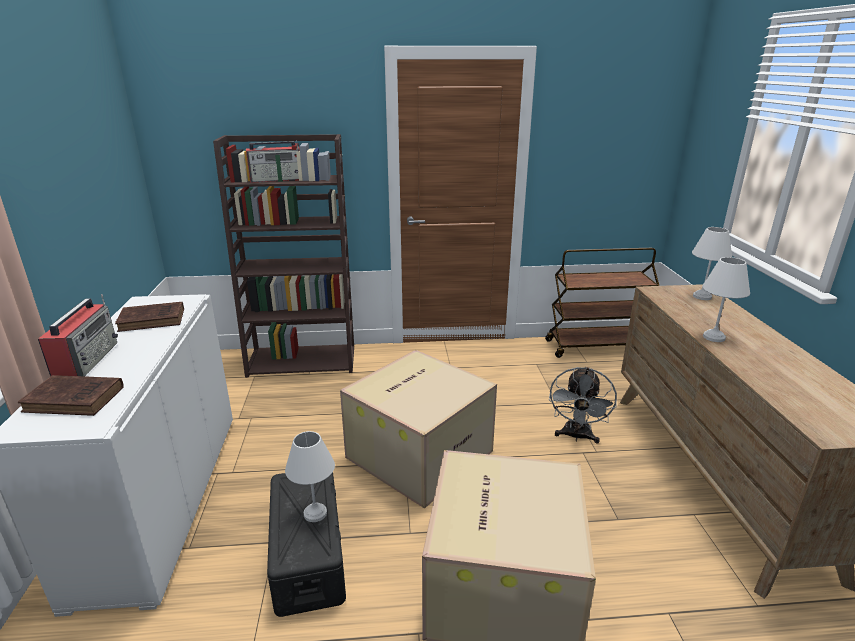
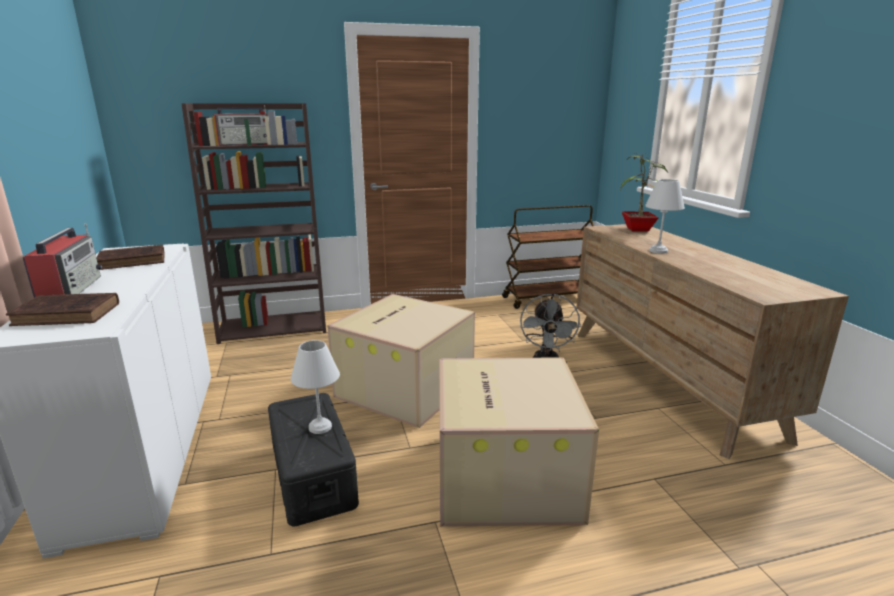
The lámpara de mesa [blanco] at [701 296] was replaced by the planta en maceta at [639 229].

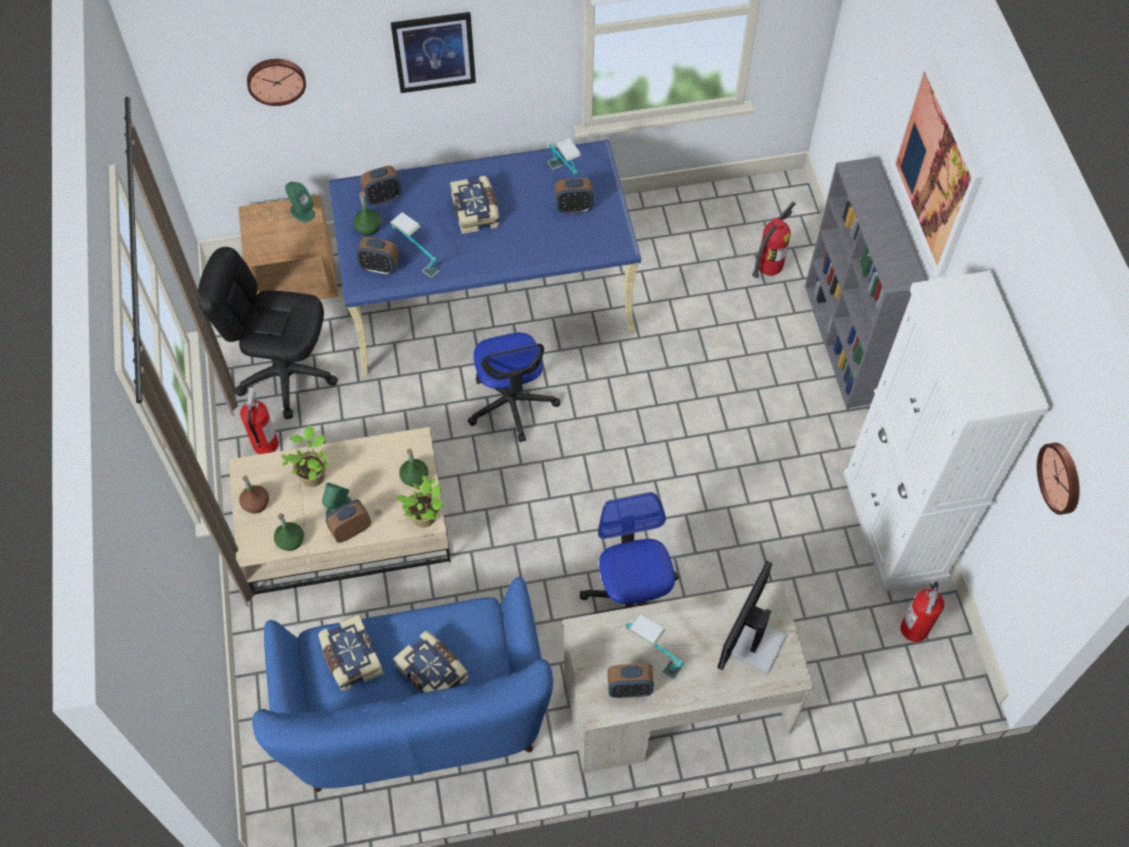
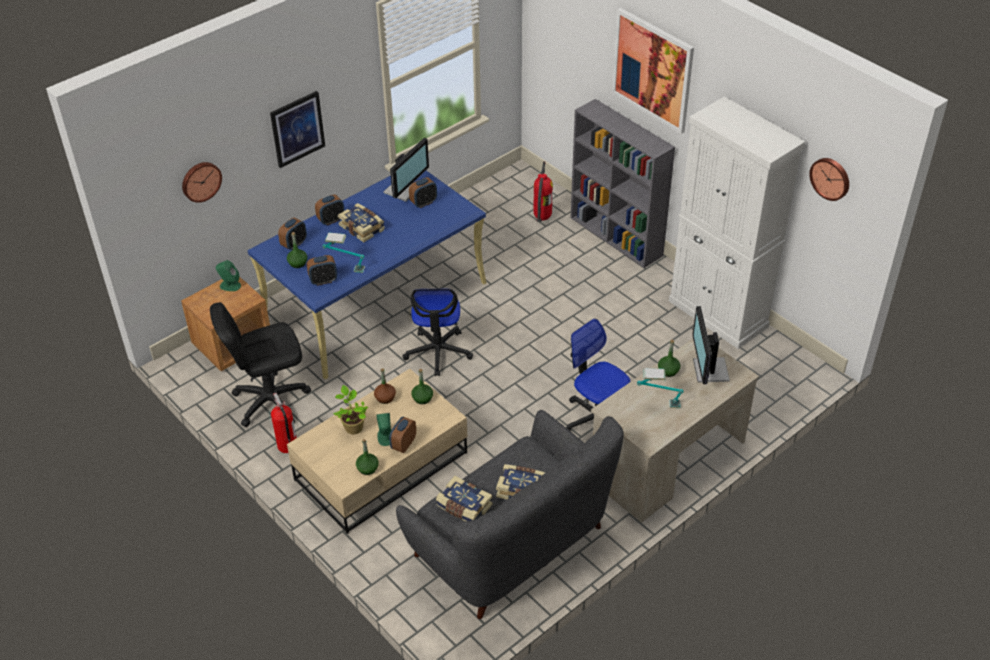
The lámpara de mesa at [563 177] was replaced by the monitor at [404 190]. The silla de oficina at [511 404] turned 45 degrees clockwise. The botella [marrón] moved from [256 503] to [385 398]. The planta en maceta at [425 518] disappeared. The sofá [azul] at [416 715] became the sofá [gris] at [512 545]. The extintor at [914 629] disappeared. The despertador moved from [629 689] to [331 220]. The botella [verde] at [668 371] appeared.

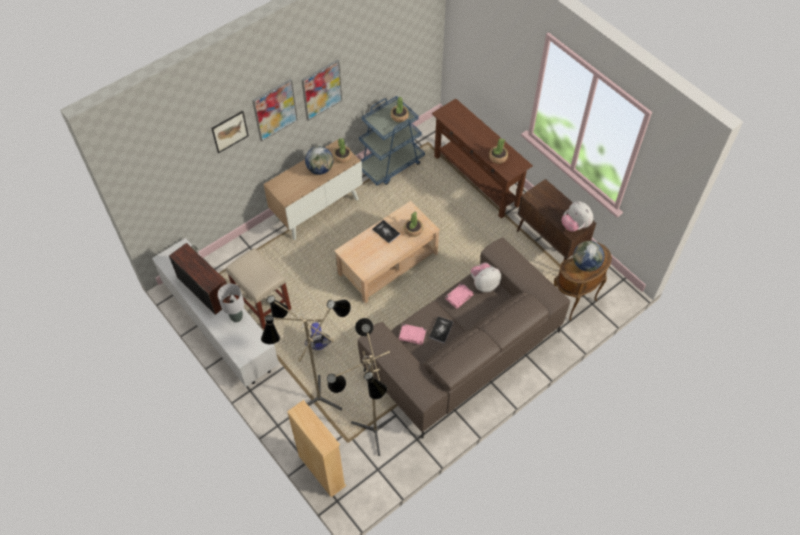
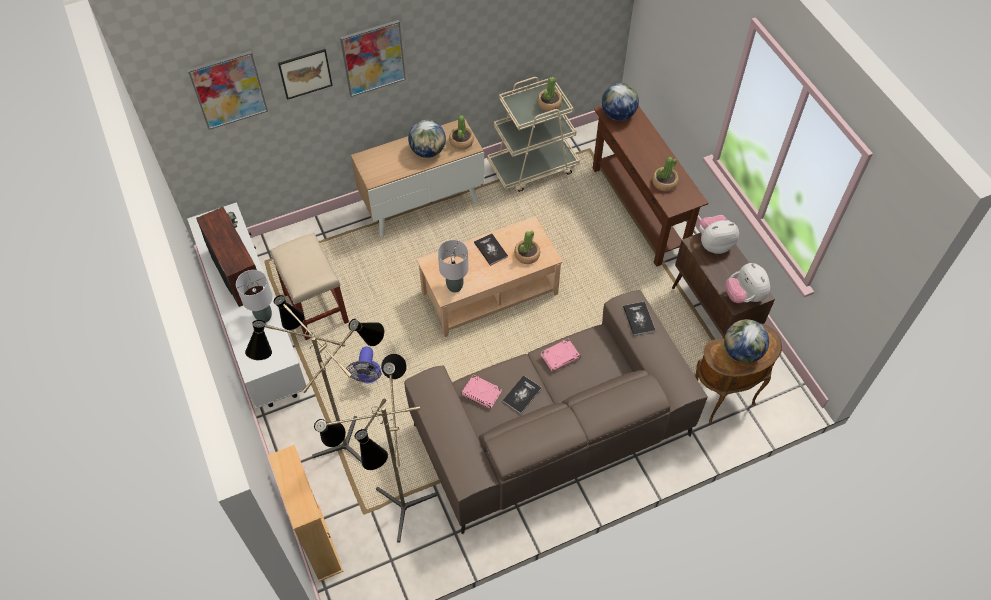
The cuadro moved from [321 89] to [228 90]. The carrito [azul] at [390 164] became the carrito [beis] at [533 167]. The peluche moved from [484 284] to [714 244]. The globo terráqueo at [618 114] appeared. The lámpara de mesa [gris] at [455 287] appeared. The libro at [638 319] appeared.

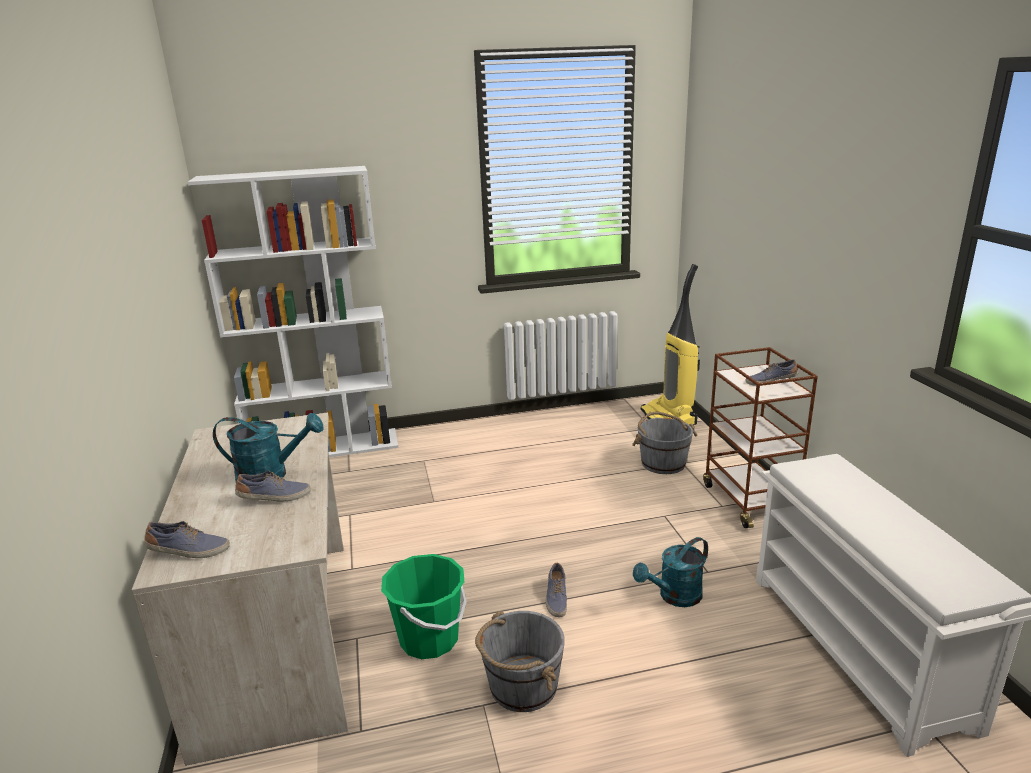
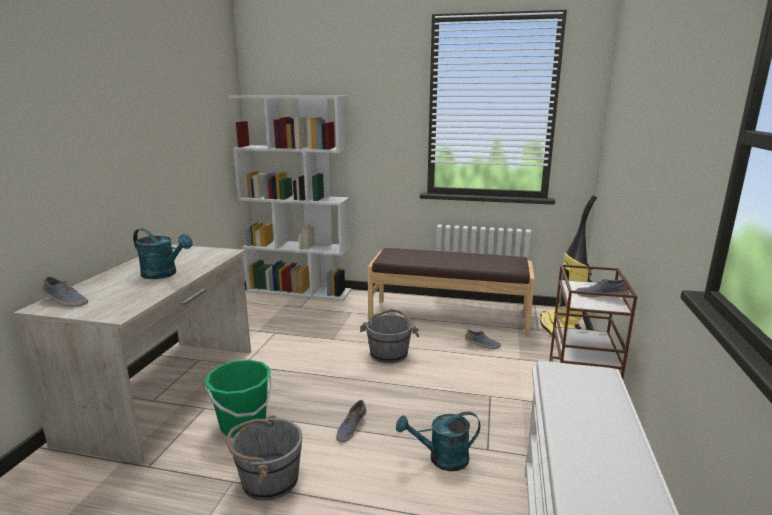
The cubo [gris] moved from [663 463] to [389 353]. The zapato moved from [274 498] to [482 346]. The banco [marrón] at [448 316] appeared.

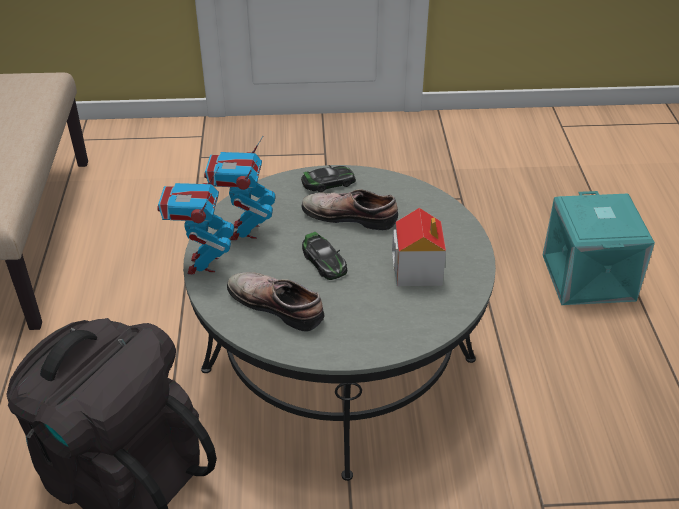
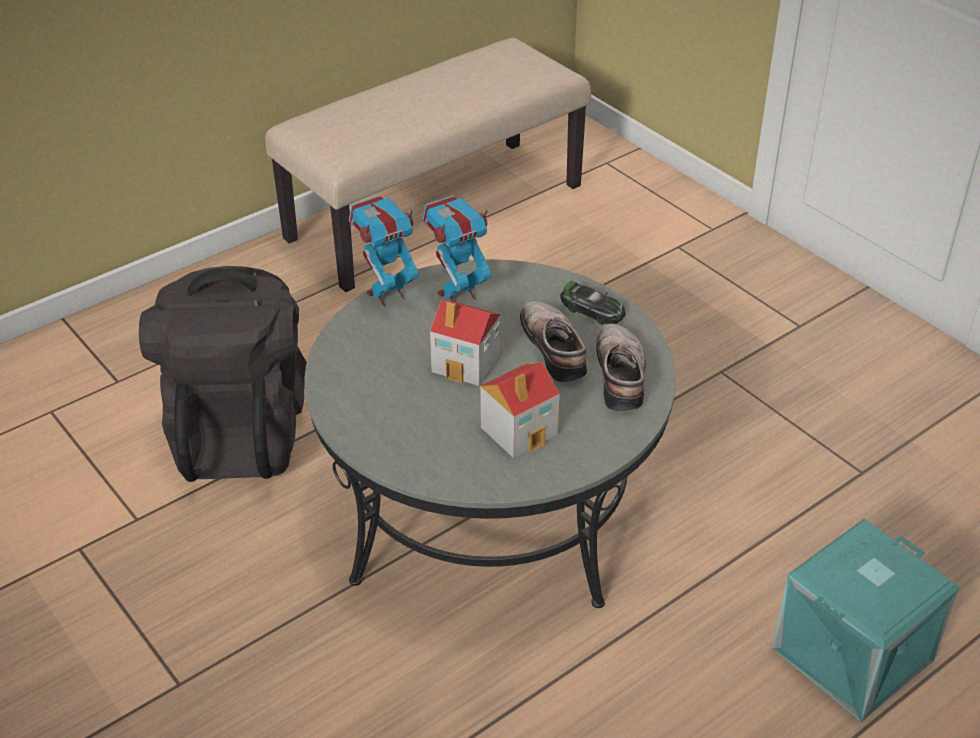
The coche de juguete at [324 261] was replaced by the casita at [467 363]. The zapato moved from [278 304] to [623 375].

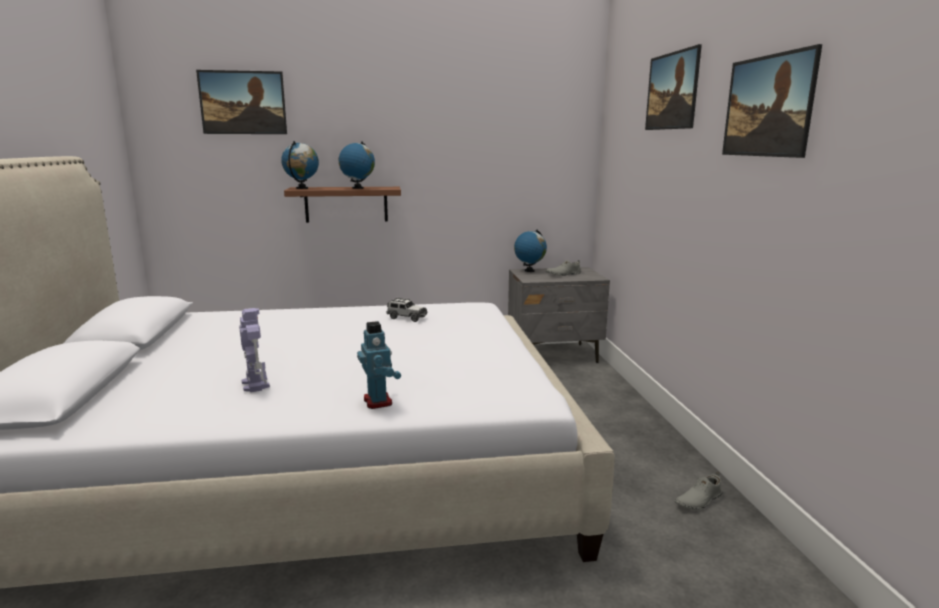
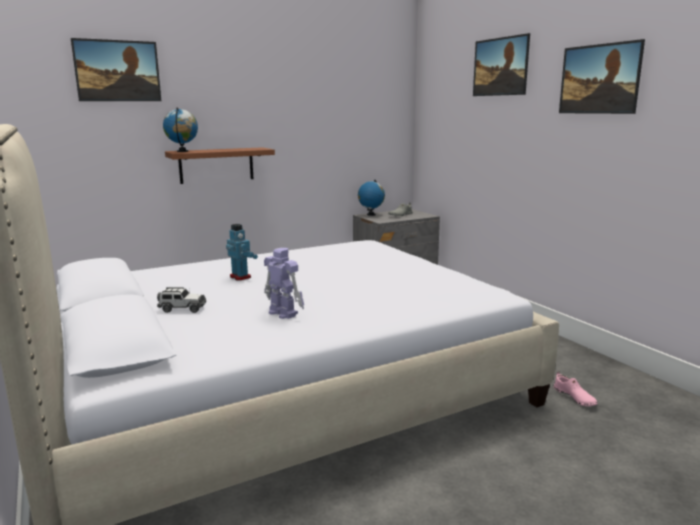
The globo terráqueo at [357 188] disappeared. The coche de juguete moved from [406 317] to [182 309]. The robot de juguete moved from [378 401] to [241 277]. The zapato [gris] at [698 500] disappeared. The zapato [rosa] at [574 397] appeared.

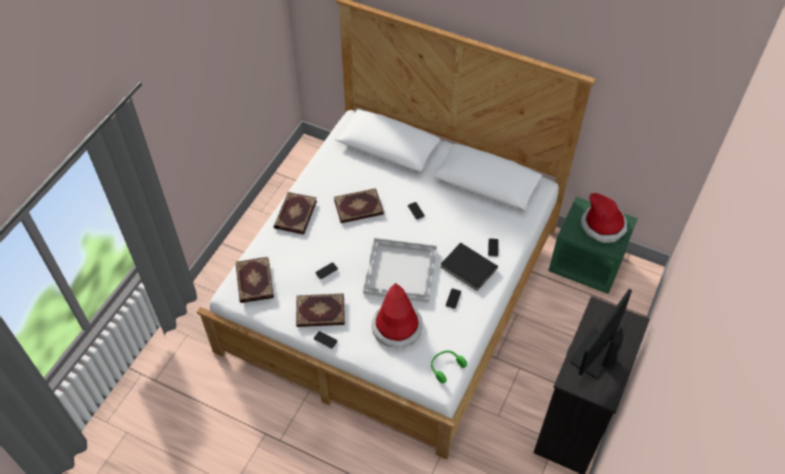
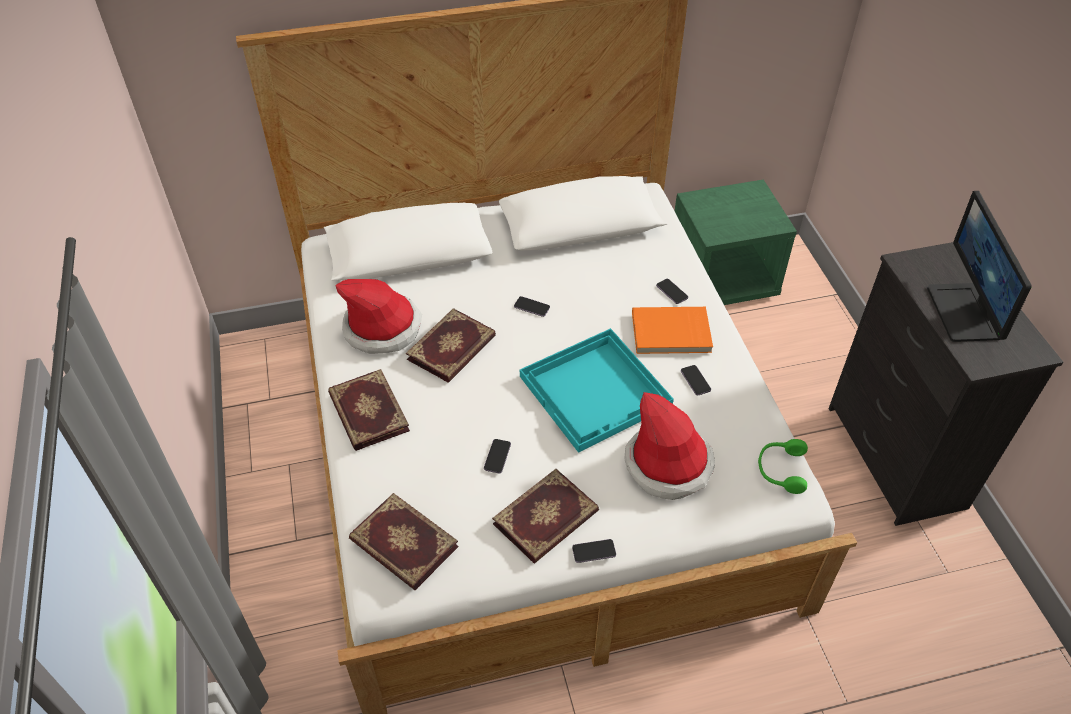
The sombrero moved from [603 226] to [382 328]. The bandeja [blanco] at [401 272] became the bandeja [turquesa] at [596 391]. The libro [negro] at [468 268] became the libro [naranja] at [671 333].

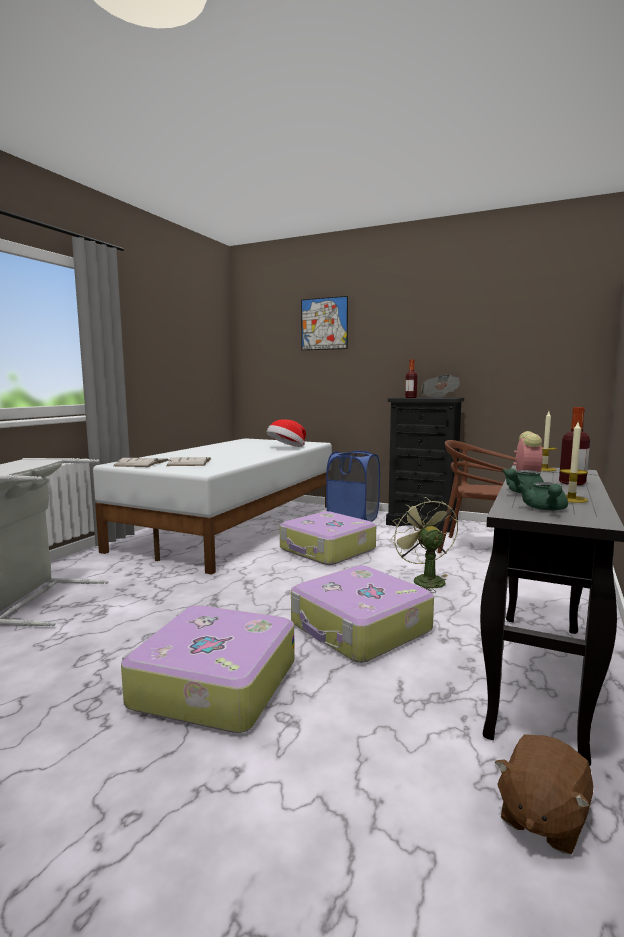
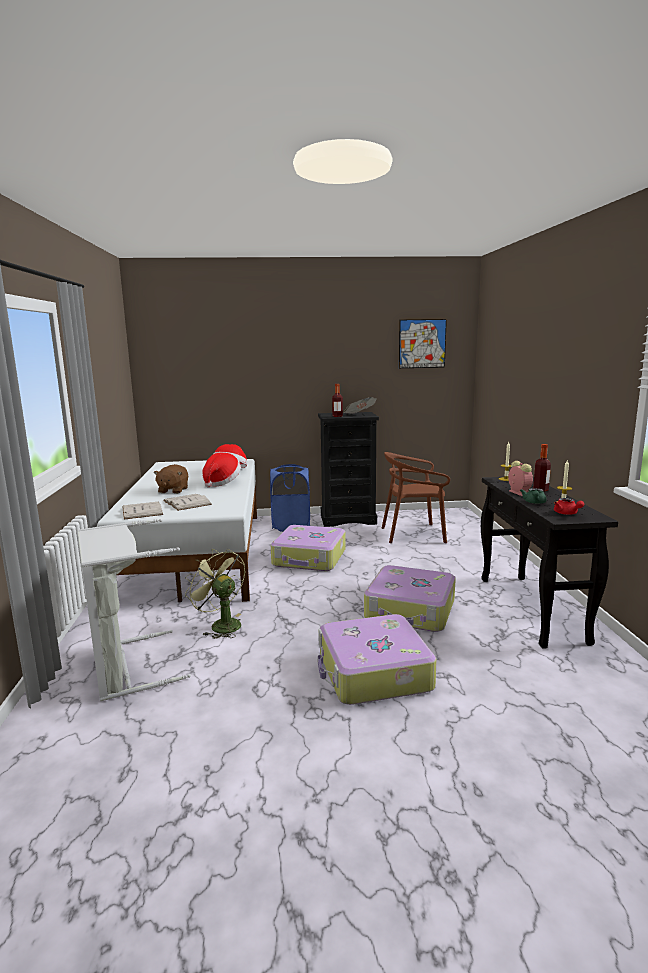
The cuadro moved from [324 324] to [422 343]. The tetera [verde] at [545 509] became the tetera [rojo] at [567 513]. The ventilador [verde] moved from [424 580] to [220 625]. The peluche [marrón] moved from [541 817] to [173 490]. The sombrero at [221 482] appeared.

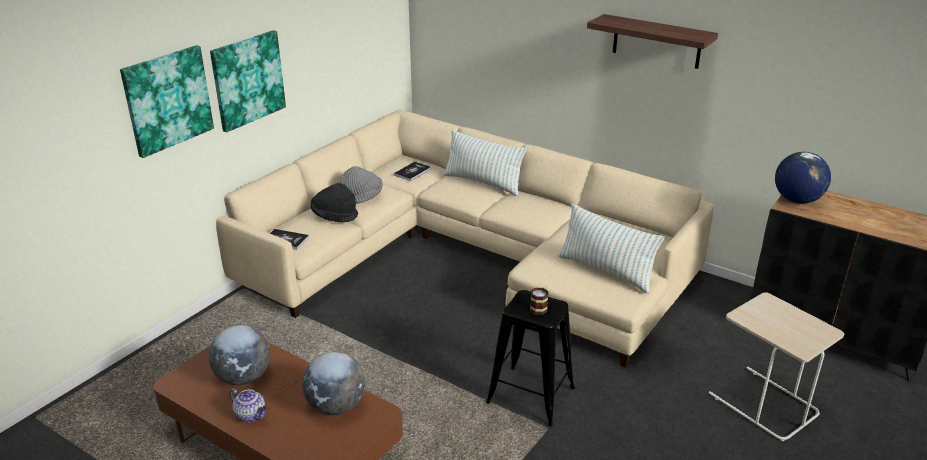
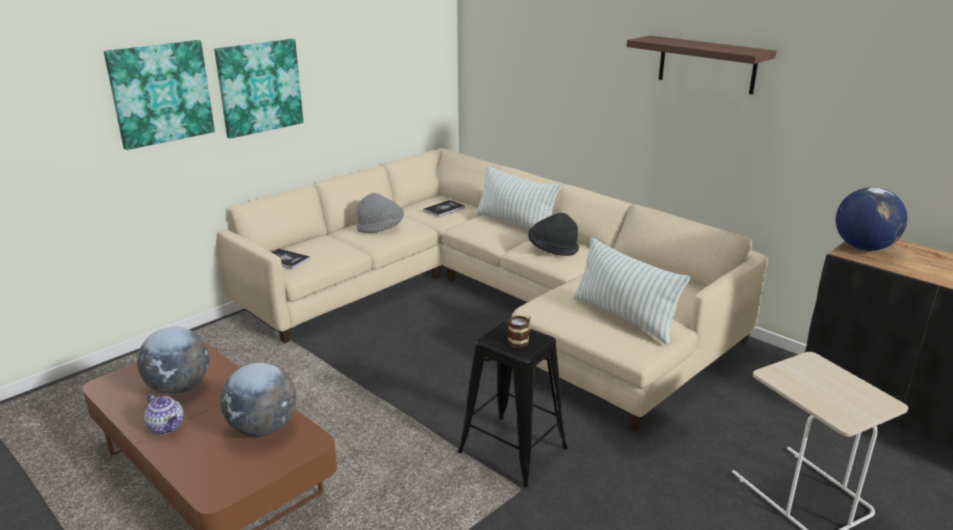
The sombrero [negro] moved from [334 216] to [552 249].

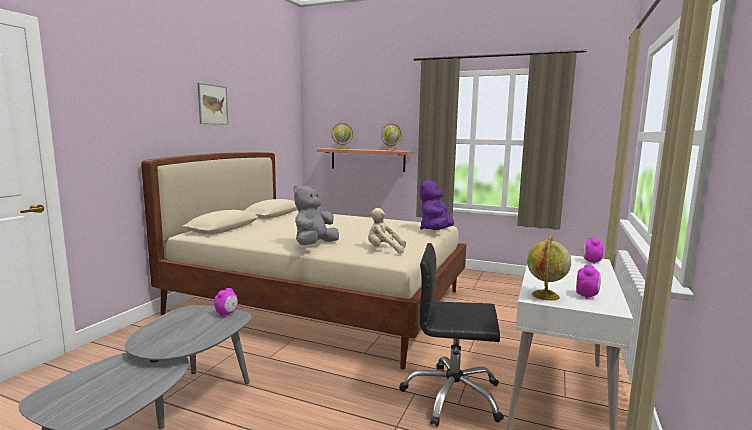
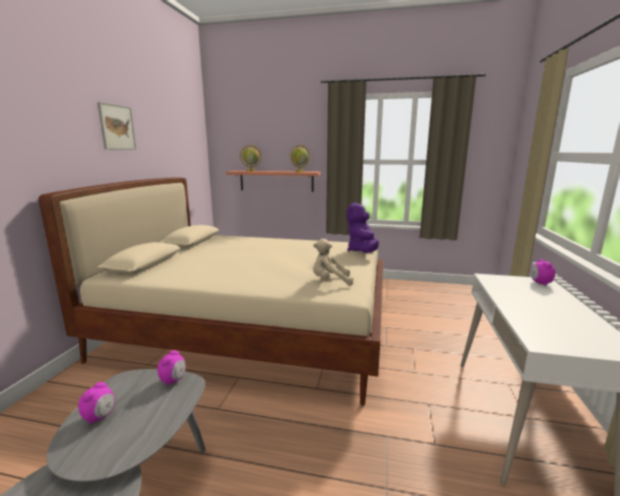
The peluche [gris] at [314 245] disappeared. The globo terráqueo at [545 296] disappeared. The silla de oficina [negro] at [453 396] disappeared. The despertador moved from [587 296] to [100 417].

